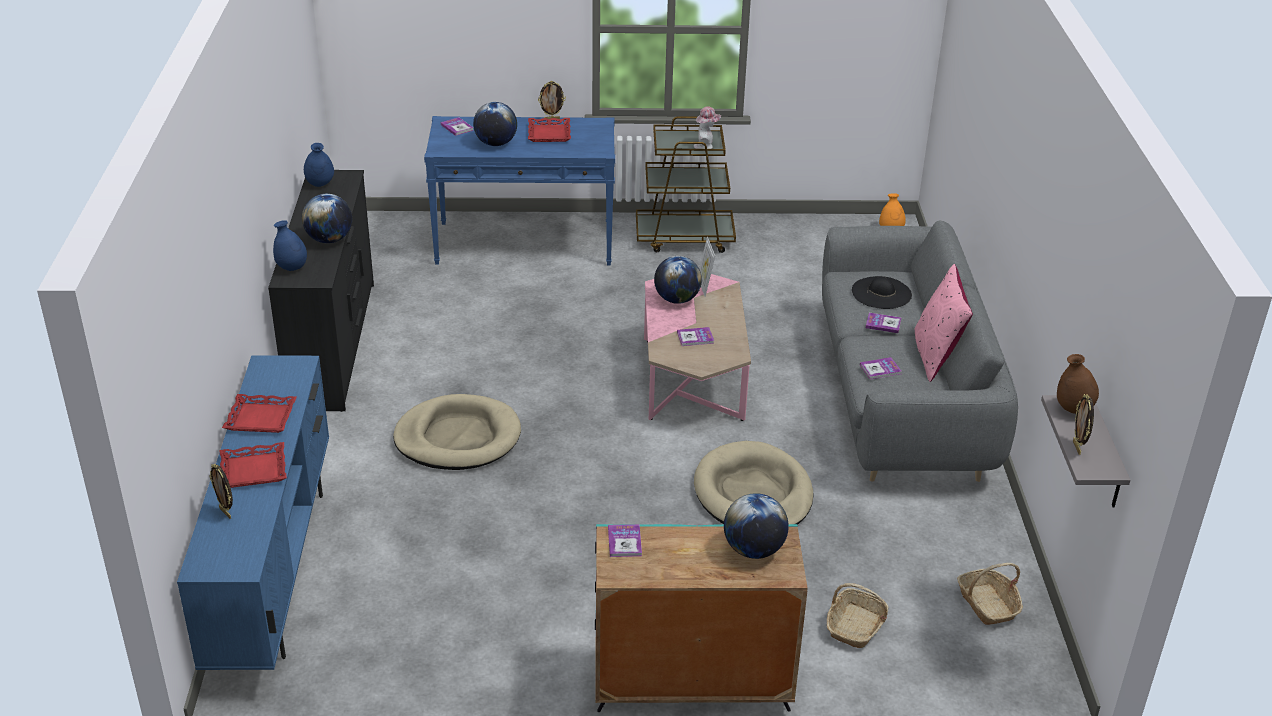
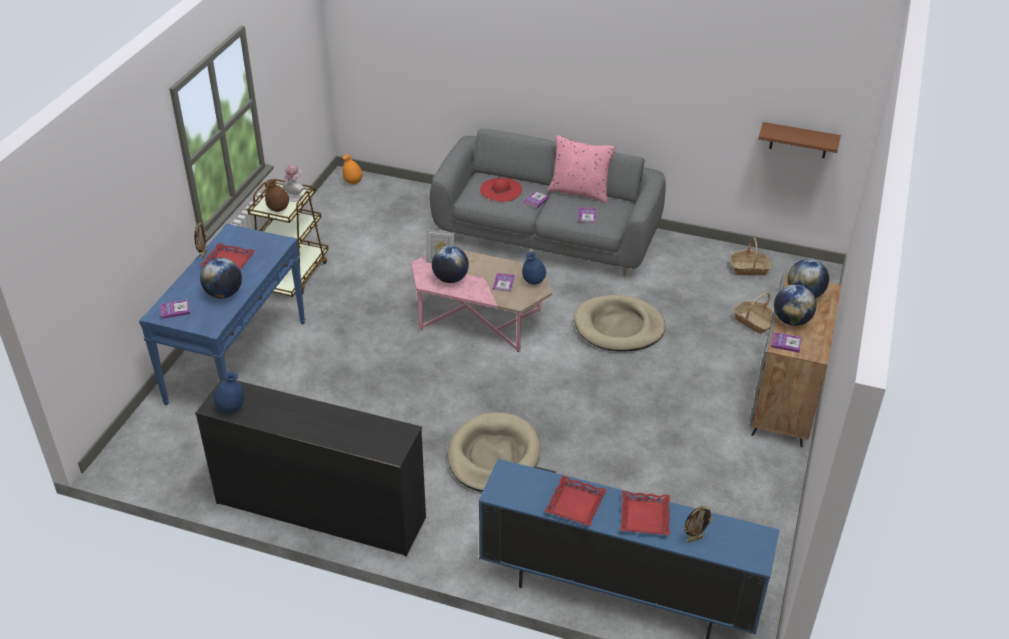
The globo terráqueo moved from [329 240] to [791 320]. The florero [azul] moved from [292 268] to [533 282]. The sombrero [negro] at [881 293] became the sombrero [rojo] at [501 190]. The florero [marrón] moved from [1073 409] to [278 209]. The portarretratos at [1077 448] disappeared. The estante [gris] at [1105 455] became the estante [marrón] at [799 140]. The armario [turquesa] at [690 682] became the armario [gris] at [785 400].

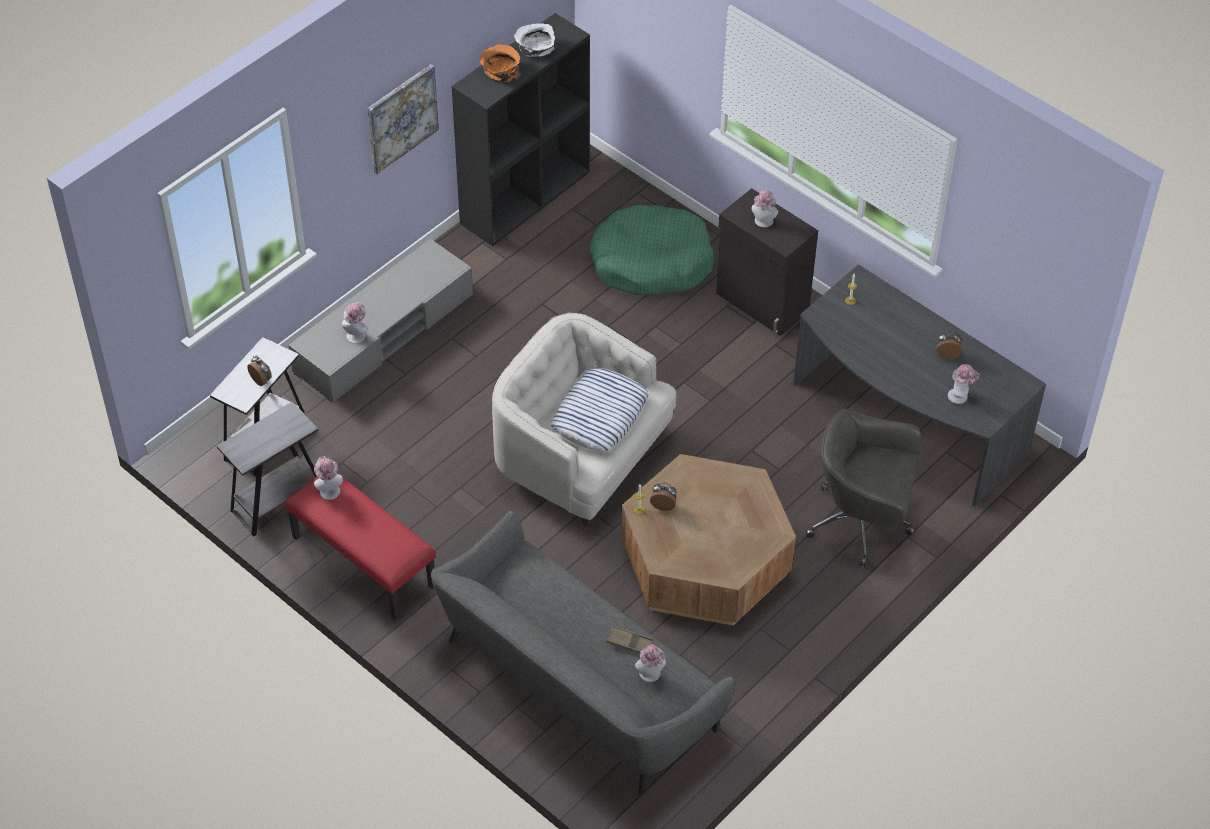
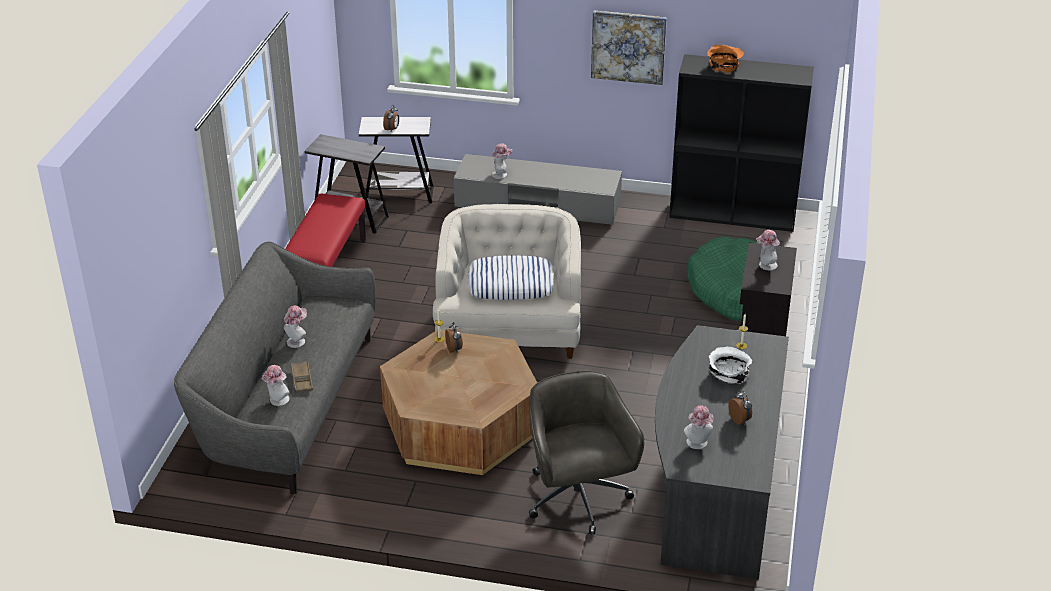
The cuenco [blanco] moved from [535 48] to [727 373]. The sombrero moved from [329 489] to [297 340].

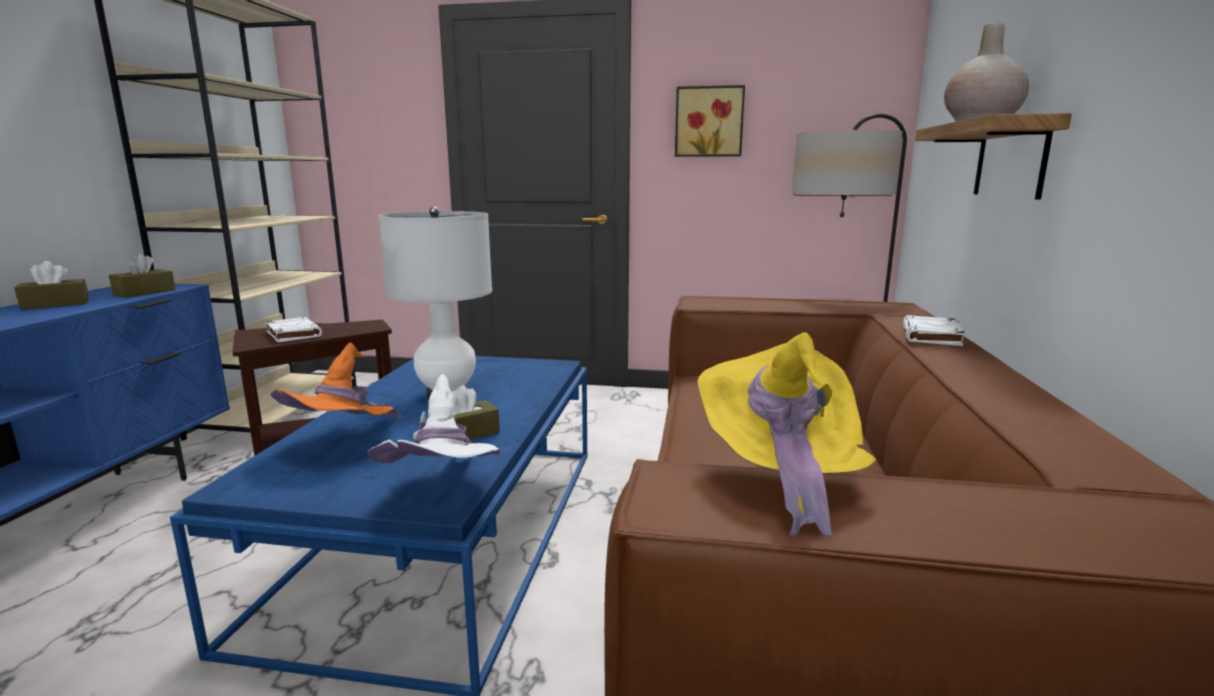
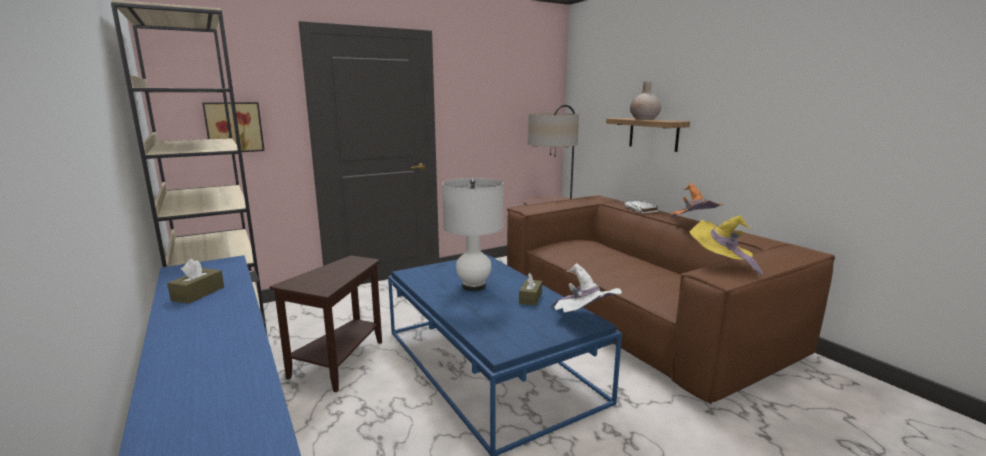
The cuadro moved from [709 122] to [234 127]. The caja de pañuelos [marrón] at [145 292] disappeared. The libro [blanco] at [293 334] disappeared. The sombrero [naranja] moved from [345 443] to [693 224].

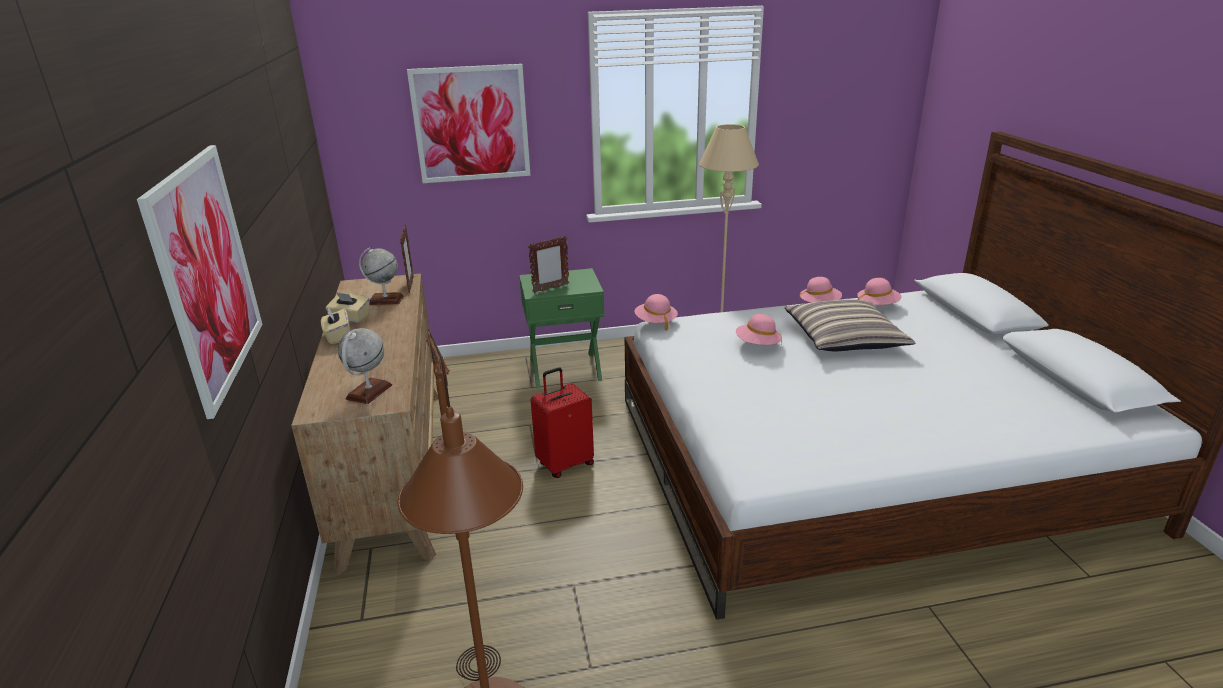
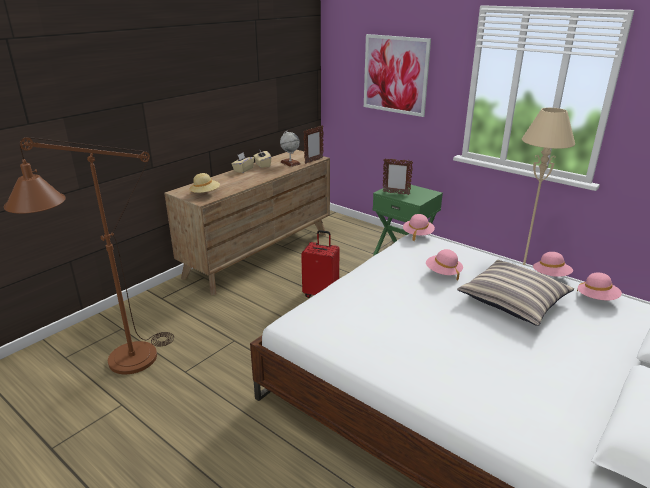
The cuadro at [208 274] disappeared. The globo terráqueo at [369 392] was replaced by the sombrero [beis] at [205 193].

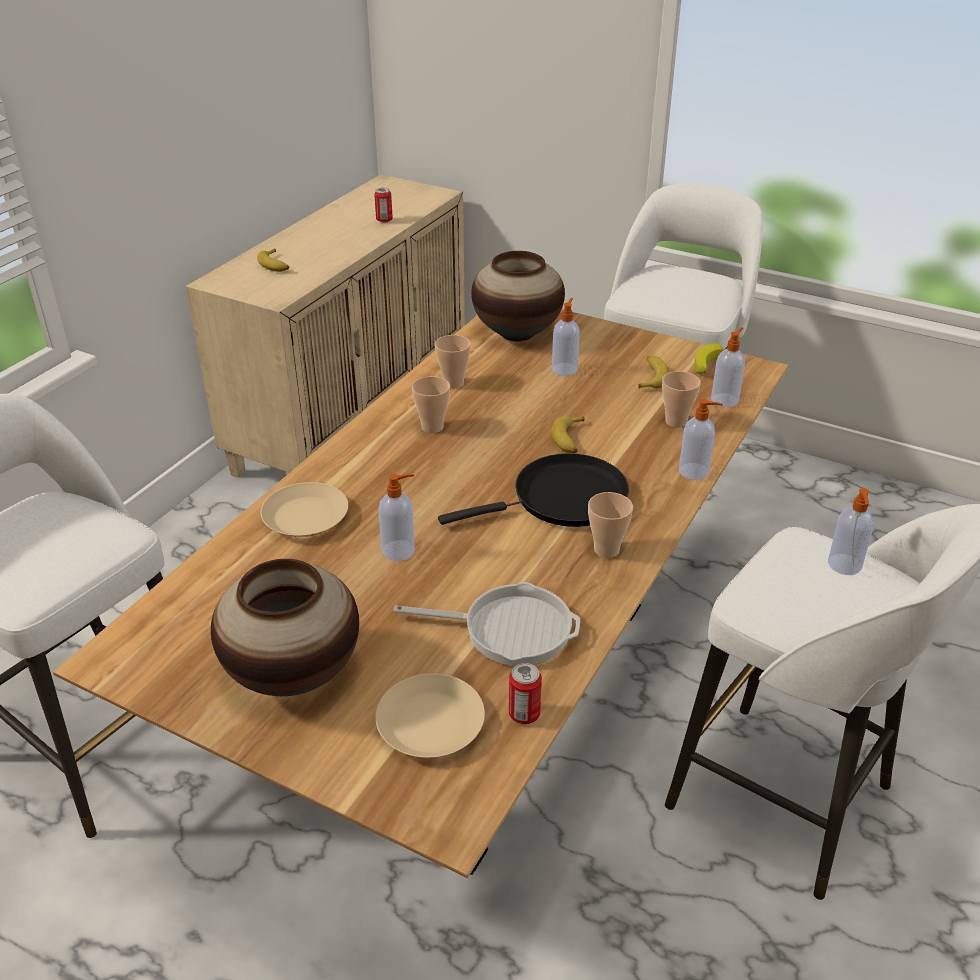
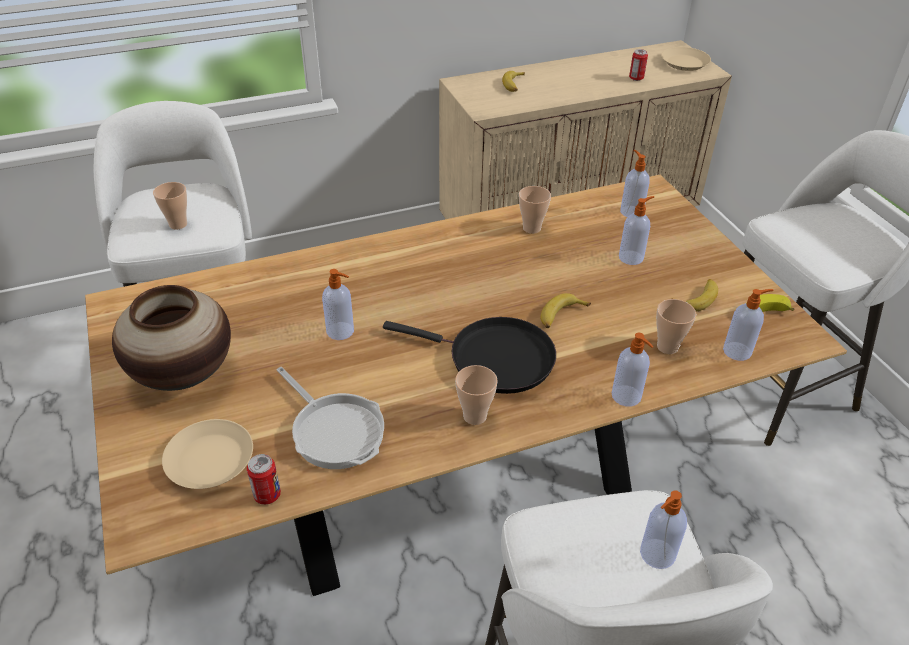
The florero at [517 333] was replaced by the dispensador de jabón at [631 211]. The taza moved from [432 427] to [178 224]. The plato [beis] moved from [306 516] to [685 63].

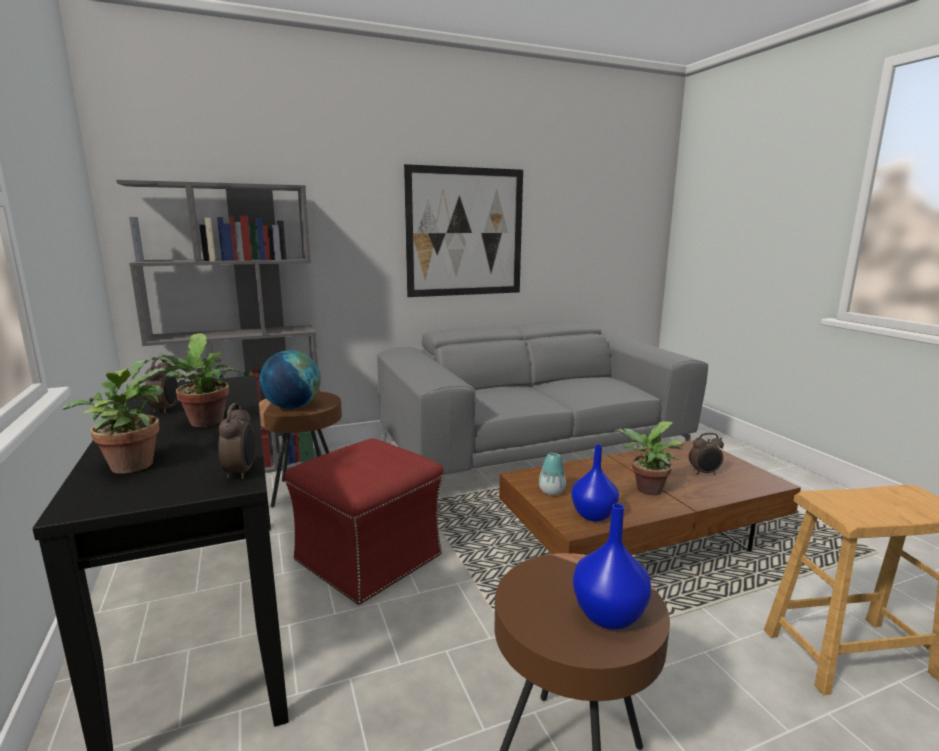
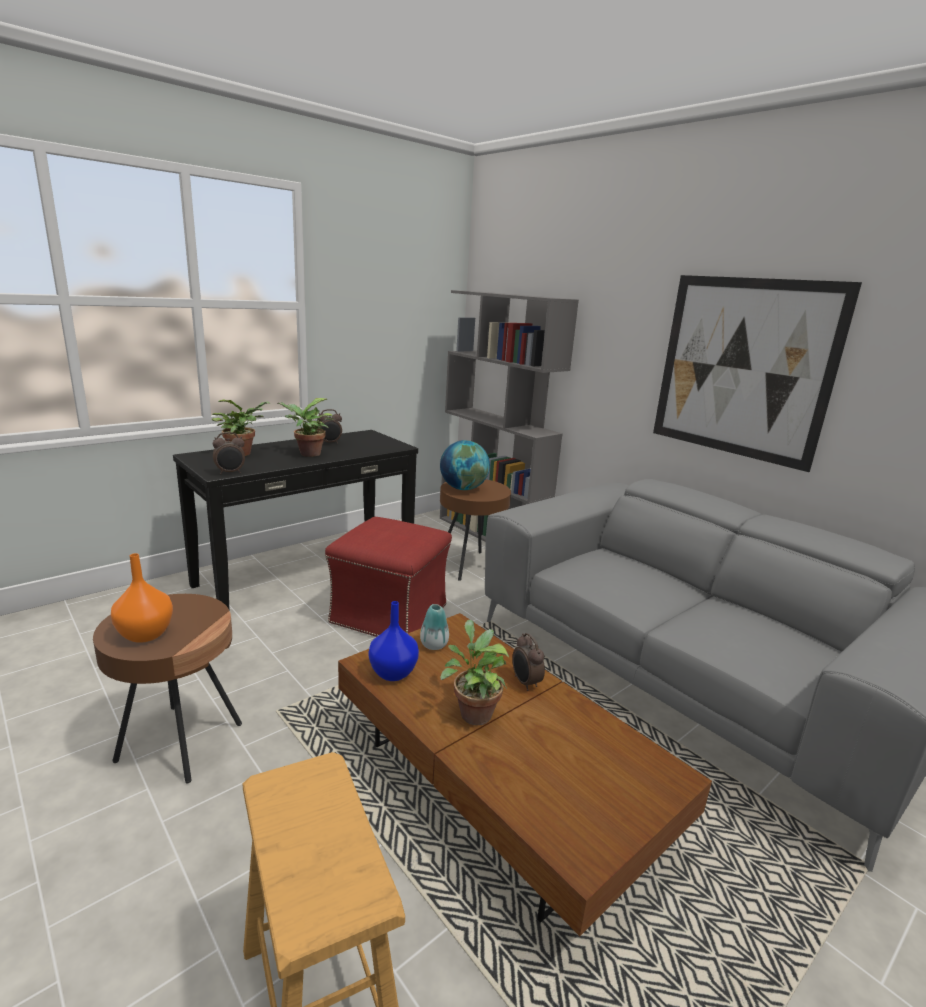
The despertador moved from [704 473] to [525 683]. The florero [azul] at [610 616] became the florero [naranja] at [144 635].

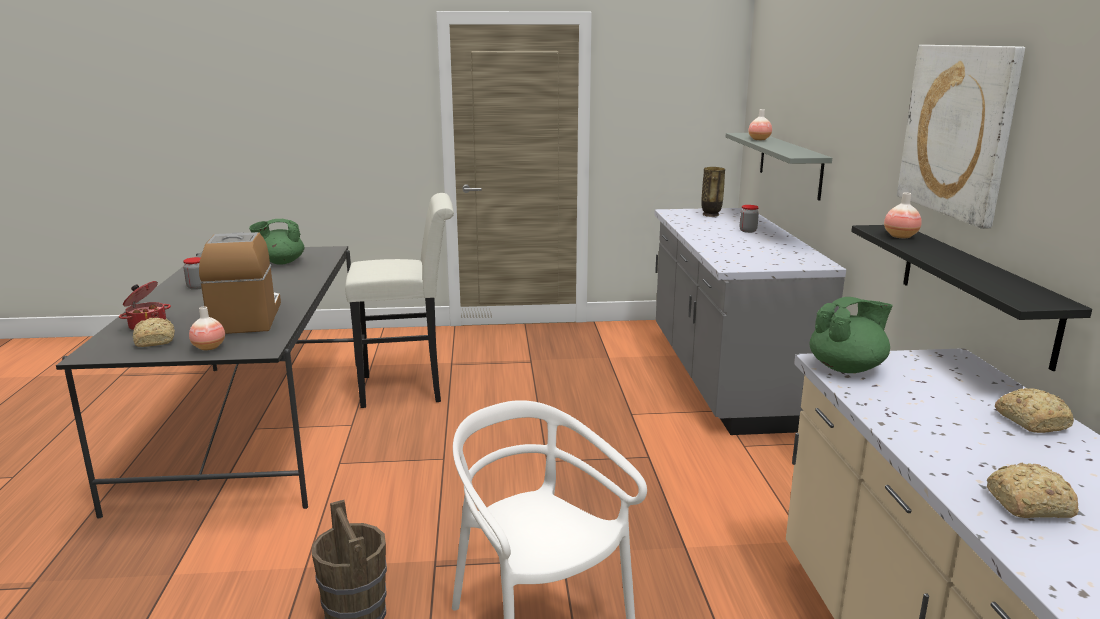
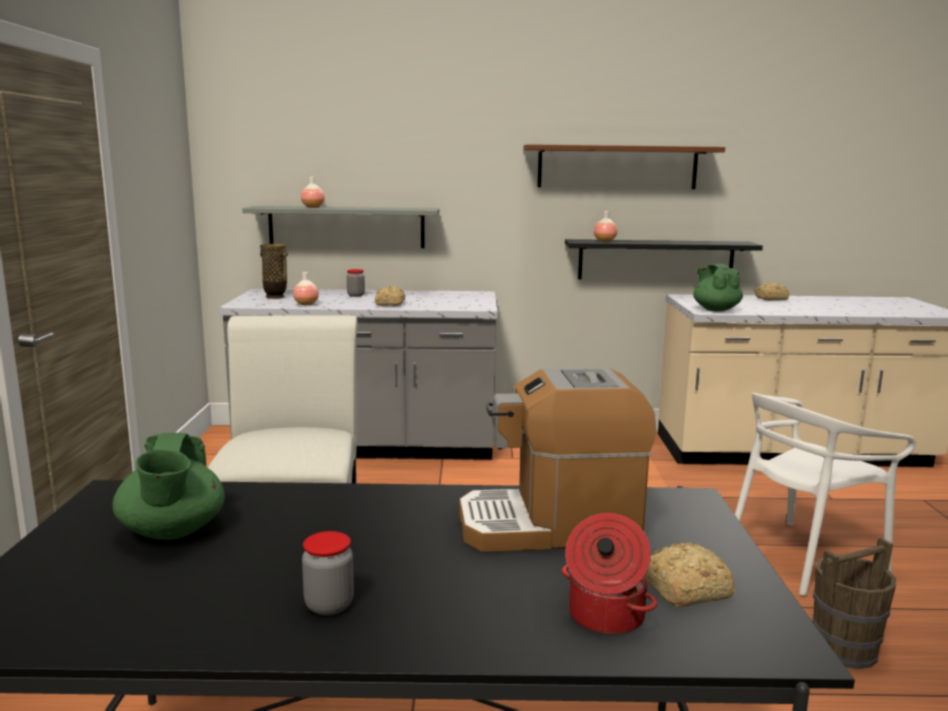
The cuadro at [958 131] was replaced by the estante [marrón] at [617 167]. The florero moved from [209 347] to [306 304]. The pan moved from [1026 505] to [389 304].

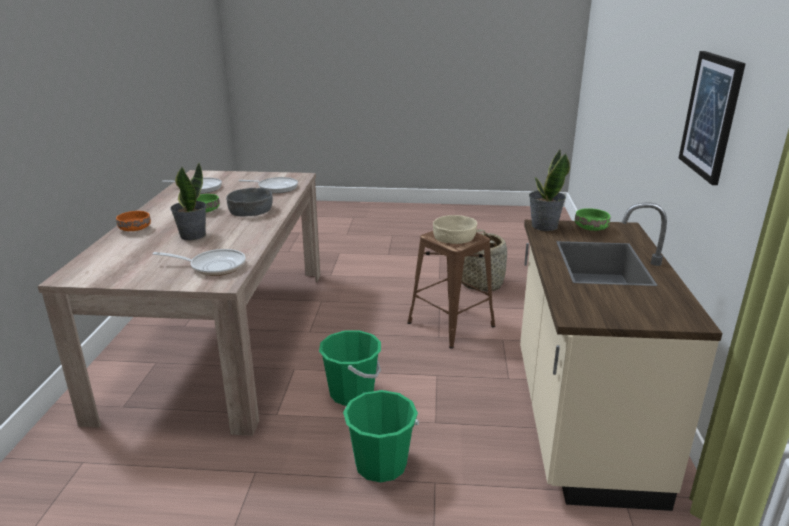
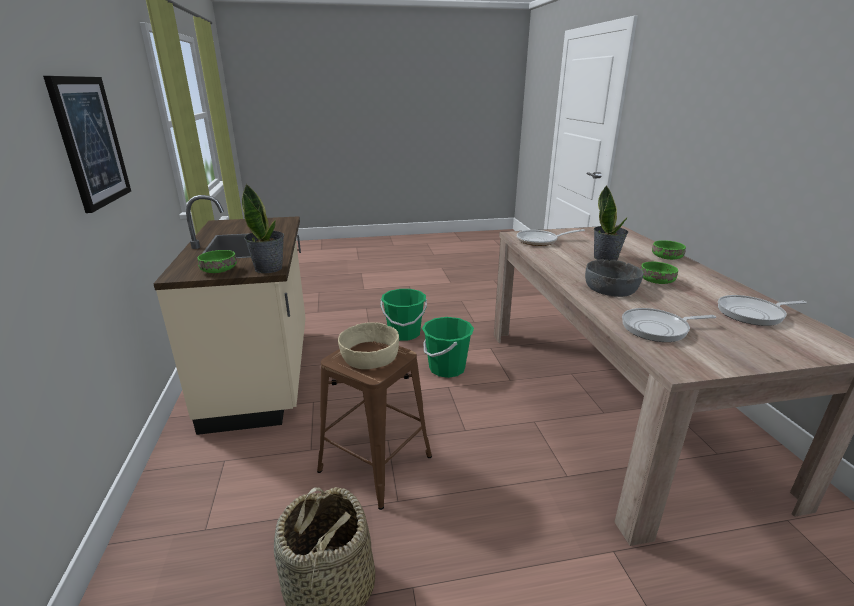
The cuenco [naranja] at [135 229] became the cuenco [verde] at [667 258].

